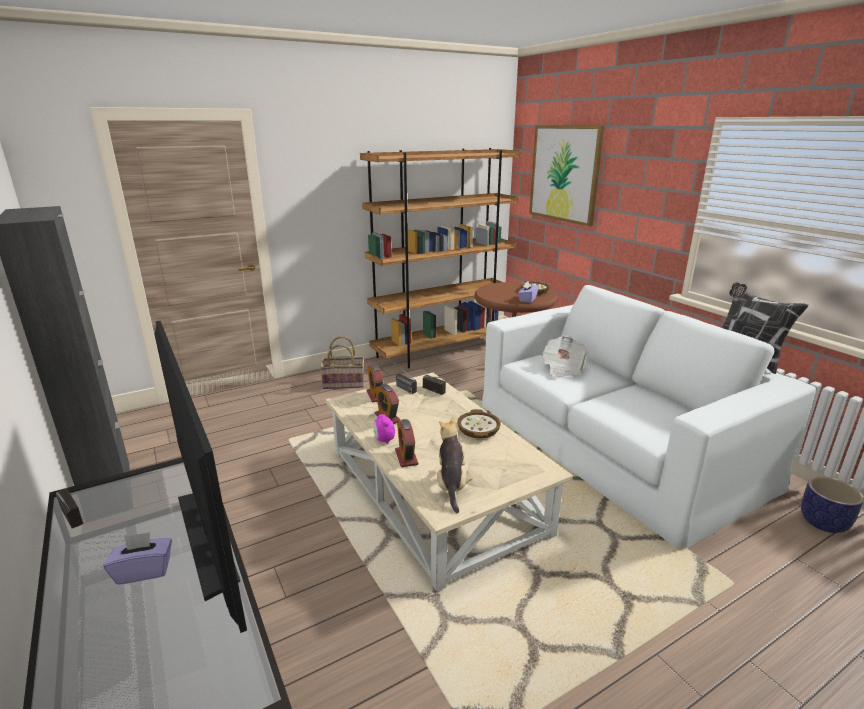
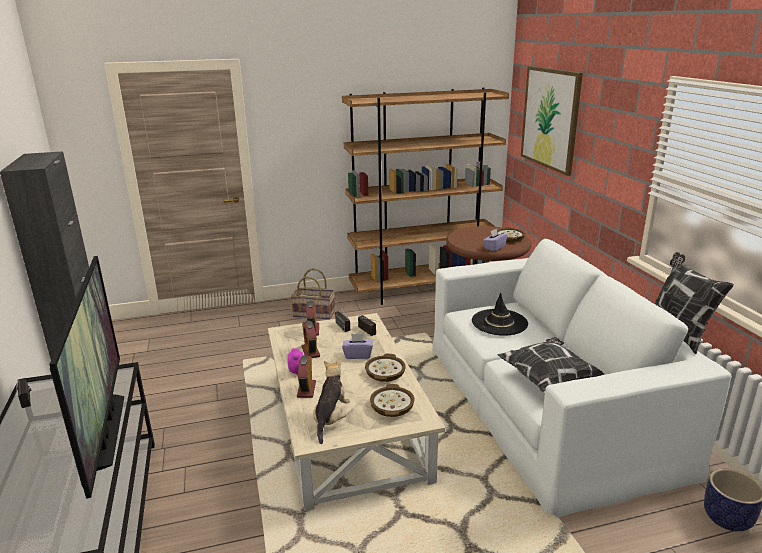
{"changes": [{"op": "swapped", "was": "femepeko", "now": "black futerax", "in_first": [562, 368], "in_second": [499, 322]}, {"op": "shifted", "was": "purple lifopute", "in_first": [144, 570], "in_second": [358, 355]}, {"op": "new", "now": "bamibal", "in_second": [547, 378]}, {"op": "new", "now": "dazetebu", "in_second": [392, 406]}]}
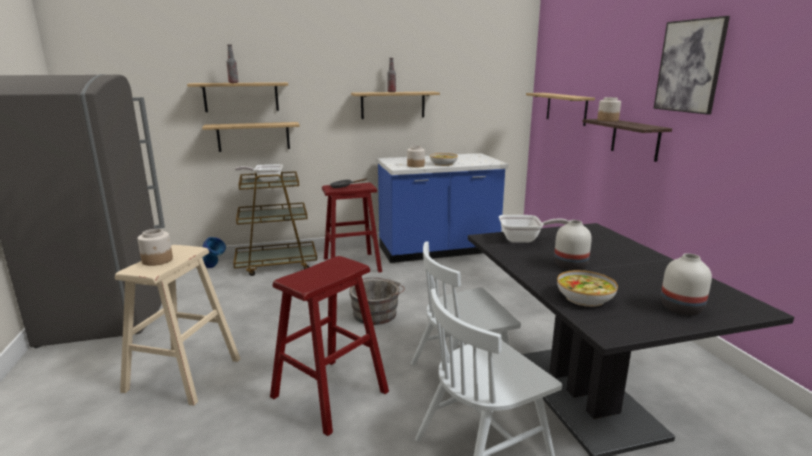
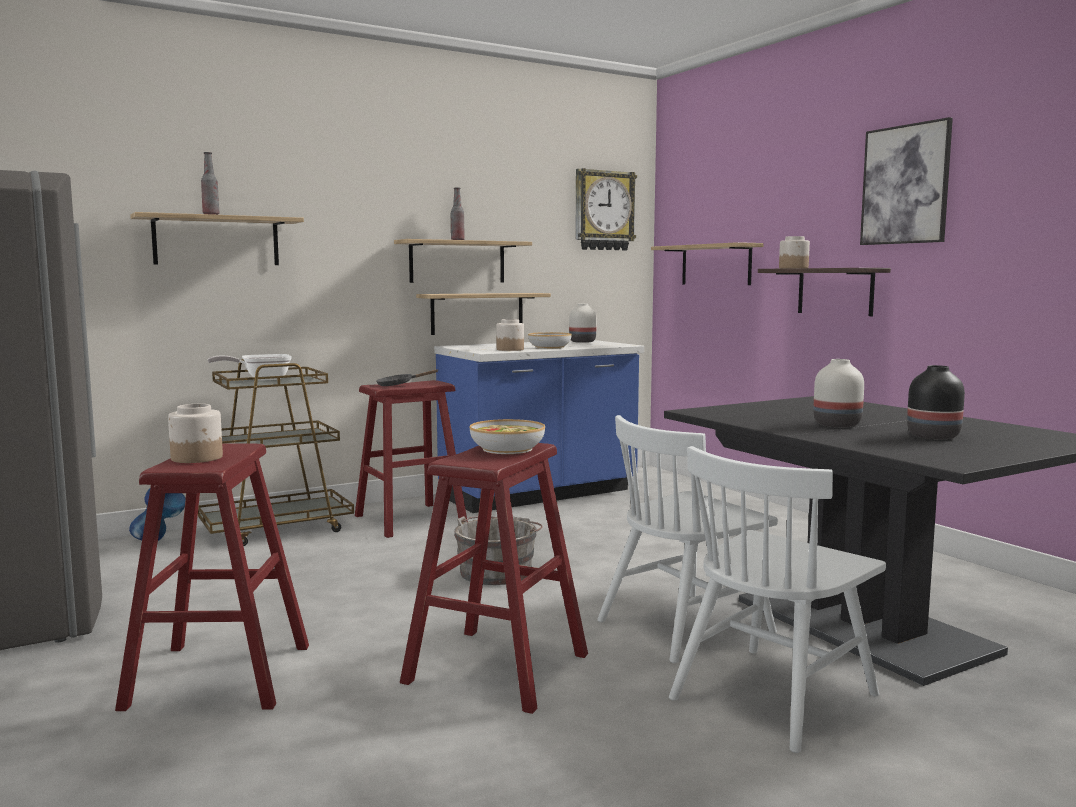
{"changes": [{"op": "shifted", "was": "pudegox", "in_first": [253, 136], "in_second": [477, 313]}, {"op": "gone", "was": "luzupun", "in_first": [524, 240]}, {"op": "repainted", "was": "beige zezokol", "now": "red zezokol", "in_first": [183, 374], "in_second": [220, 675]}, {"op": "shifted", "was": "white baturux", "in_first": [682, 308], "in_second": [583, 341]}, {"op": "shifted", "was": "dazetebu", "in_first": [584, 297], "in_second": [507, 449]}, {"op": "new", "now": "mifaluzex", "in_second": [603, 210]}, {"op": "new", "now": "black baturux", "in_second": [934, 436]}]}
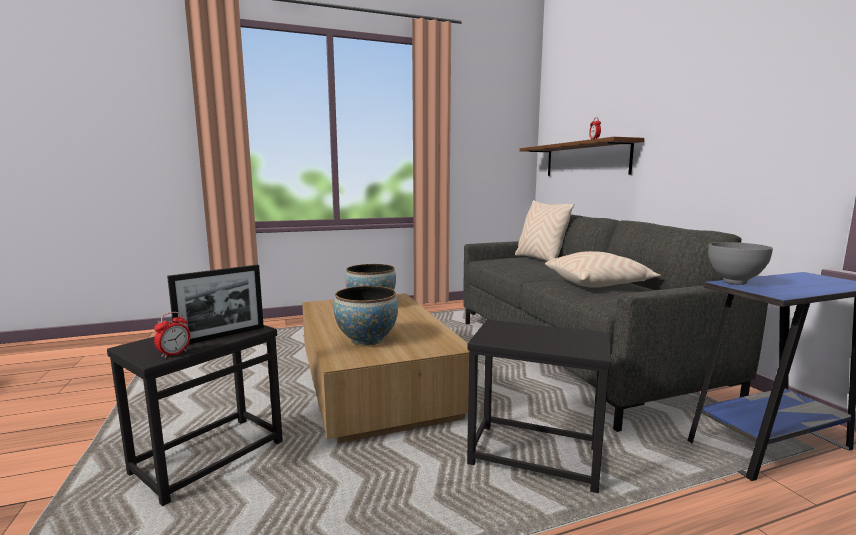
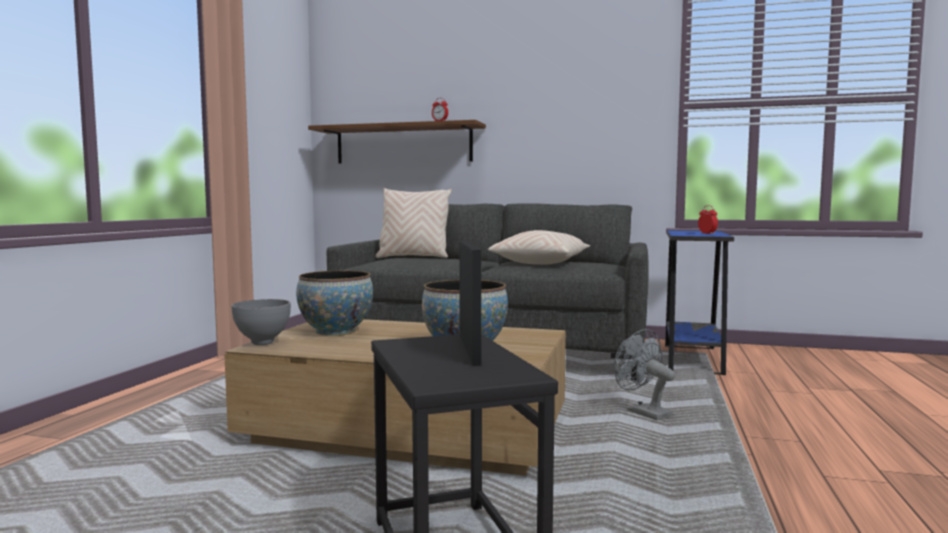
{"changes": [{"op": "shifted", "was": "grey dazetebu", "in_first": [733, 283], "in_second": [261, 343]}, {"op": "shifted", "was": "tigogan", "in_first": [174, 354], "in_second": [707, 233]}, {"op": "swapped", "was": "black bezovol", "now": "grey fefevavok", "in_first": [534, 457], "in_second": [642, 412]}]}
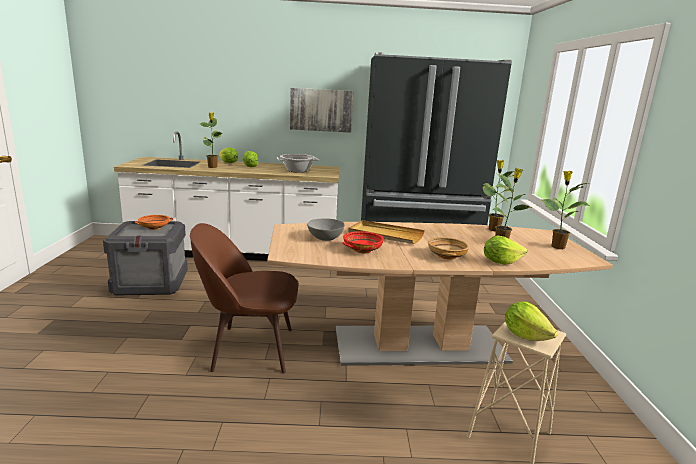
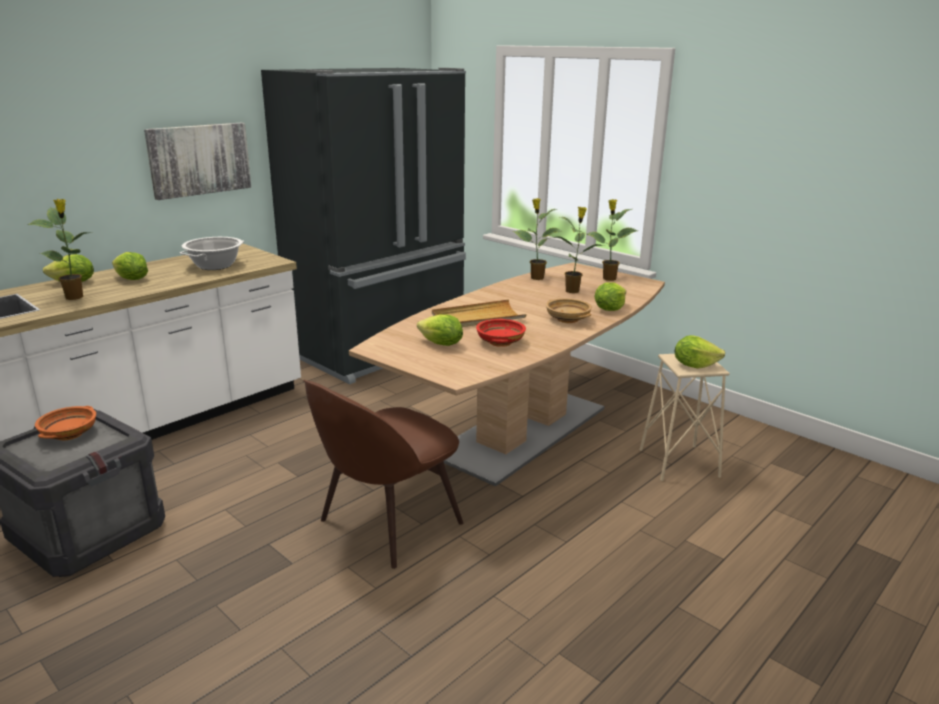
{"changes": [{"op": "swapped", "was": "grey dazetebu", "now": "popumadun", "in_first": [325, 238], "in_second": [441, 344]}]}
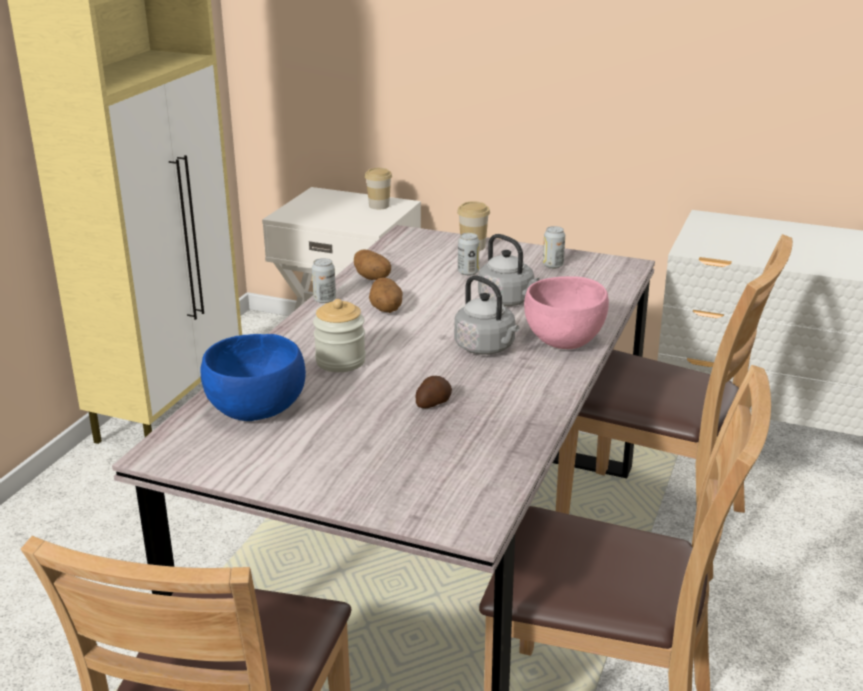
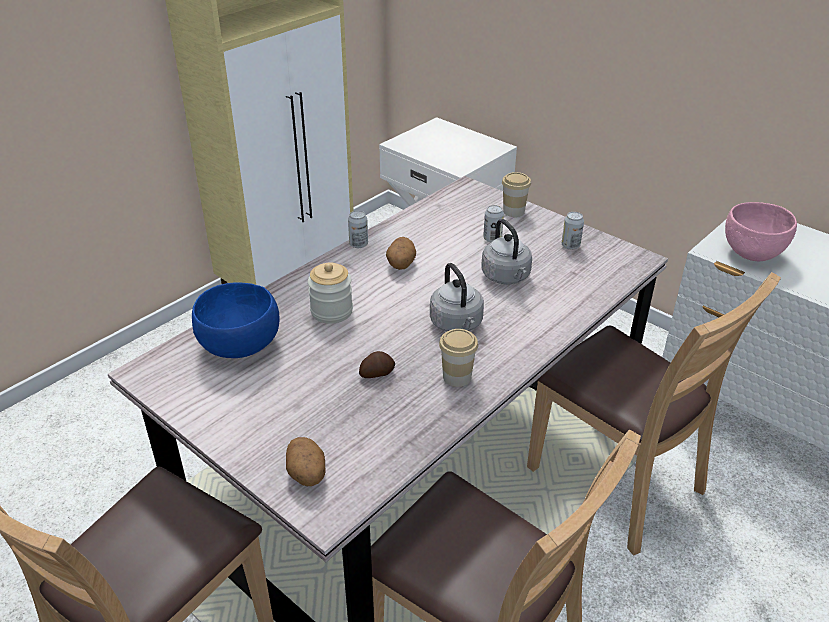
{"changes": [{"op": "shifted", "was": "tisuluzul", "in_first": [379, 206], "in_second": [457, 377]}, {"op": "shifted", "was": "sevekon", "in_first": [373, 278], "in_second": [307, 475]}, {"op": "shifted", "was": "pink dazetebu", "in_first": [563, 342], "in_second": [751, 254]}]}
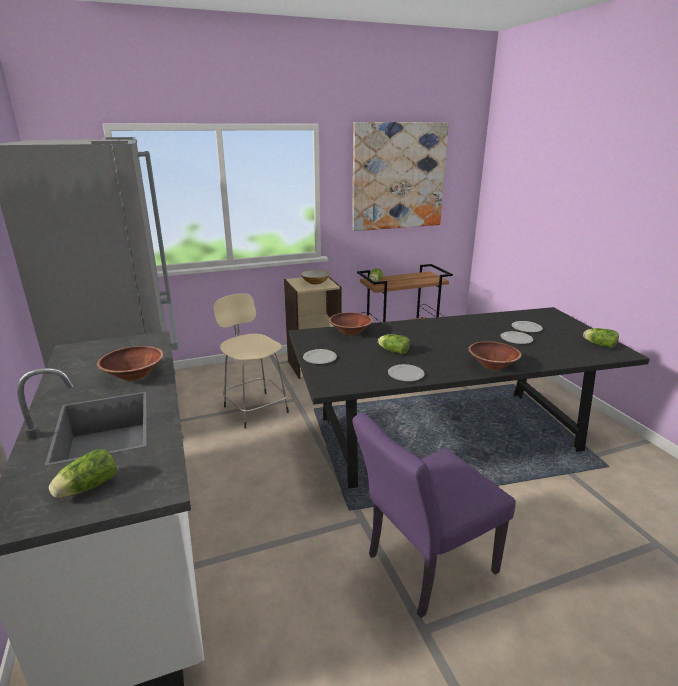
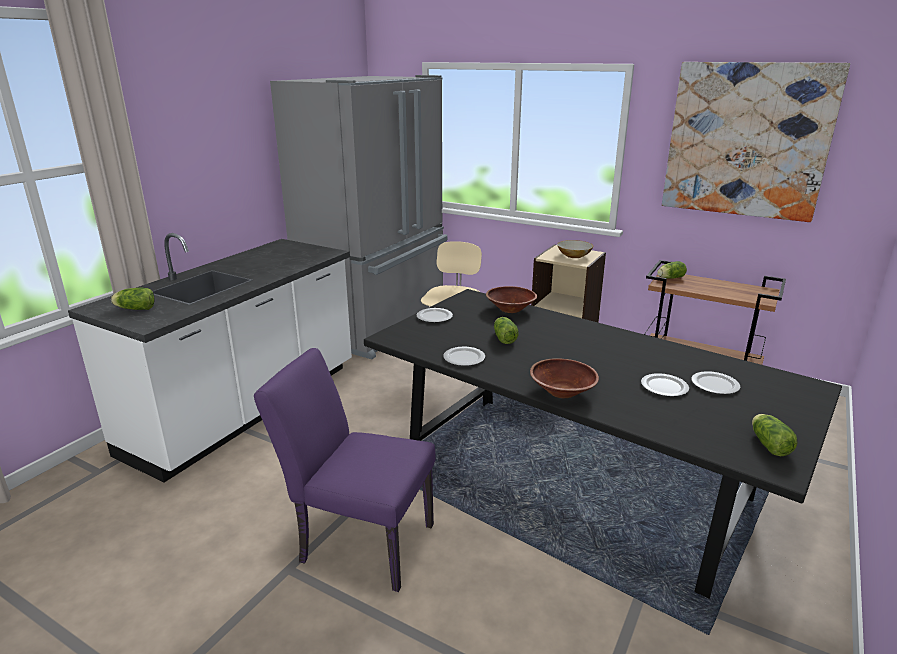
{"changes": [{"op": "gone", "was": "brown dazetebu", "in_first": [134, 375]}]}
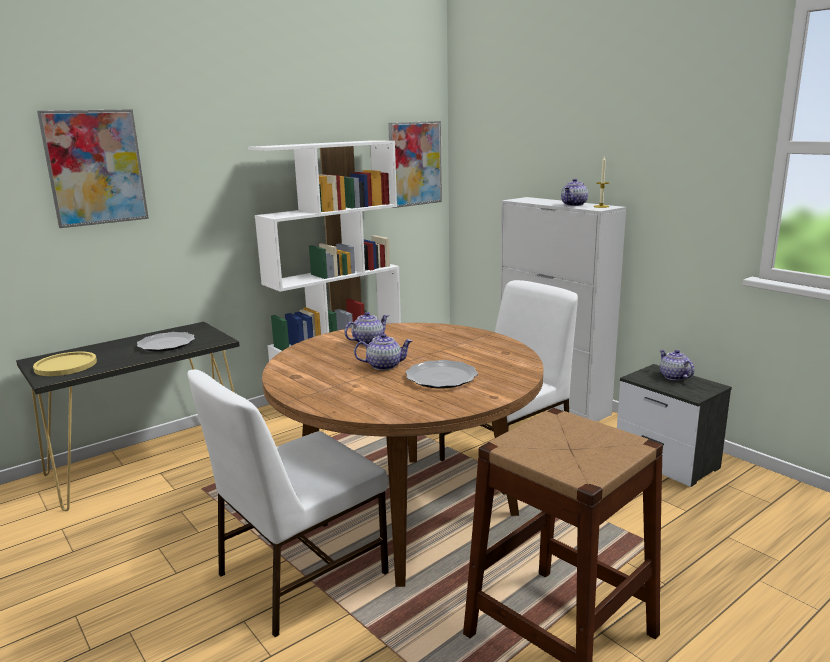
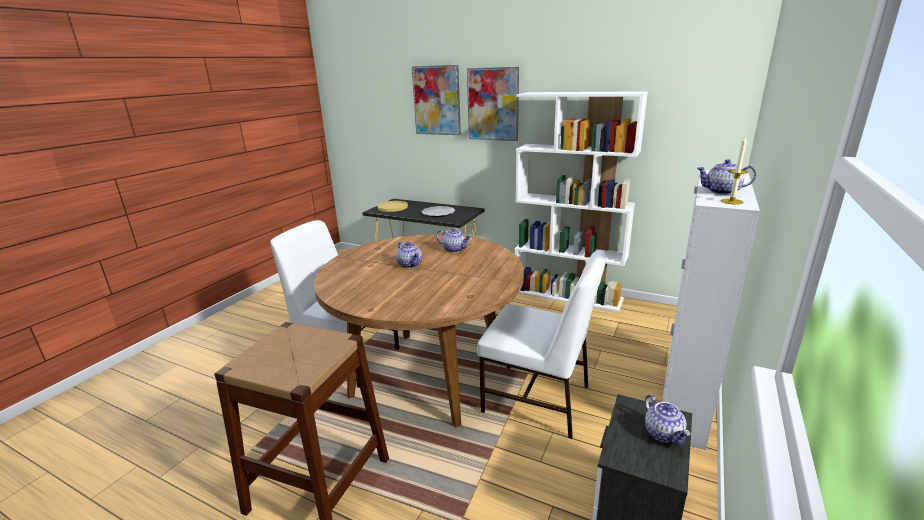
{"changes": [{"op": "shifted", "was": "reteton", "in_first": [415, 164], "in_second": [493, 104]}, {"op": "rotated", "was": "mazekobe", "in_first": [673, 377], "in_second": [664, 434], "clockwise": 120}, {"op": "gone", "was": "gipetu", "in_first": [440, 377]}]}
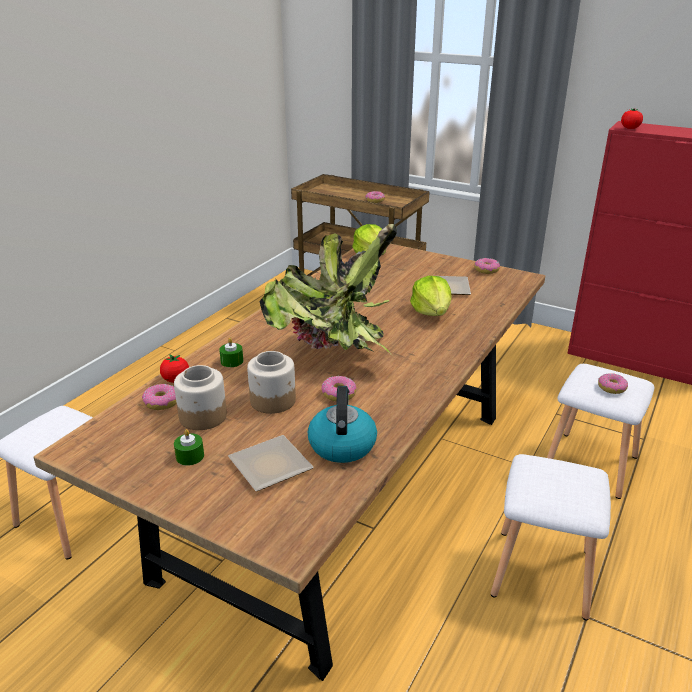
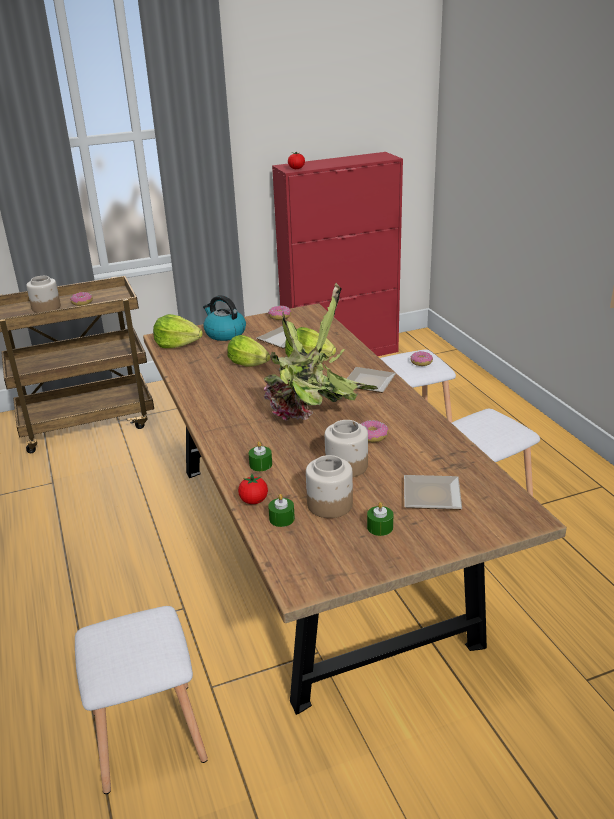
{"changes": [{"op": "swapped", "was": "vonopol", "now": "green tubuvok", "in_first": [161, 402], "in_second": [282, 518]}, {"op": "shifted", "was": "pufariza", "in_first": [341, 444], "in_second": [224, 333]}, {"op": "new", "now": "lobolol", "in_second": [46, 308]}, {"op": "new", "now": "popumadun", "in_second": [251, 365]}, {"op": "new", "now": "gipetu", "in_second": [367, 383]}]}
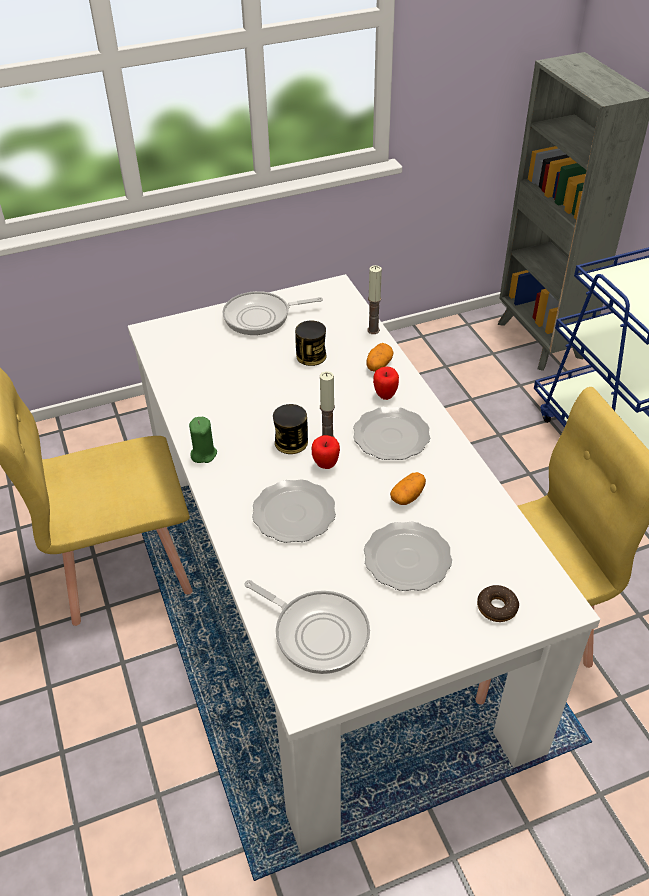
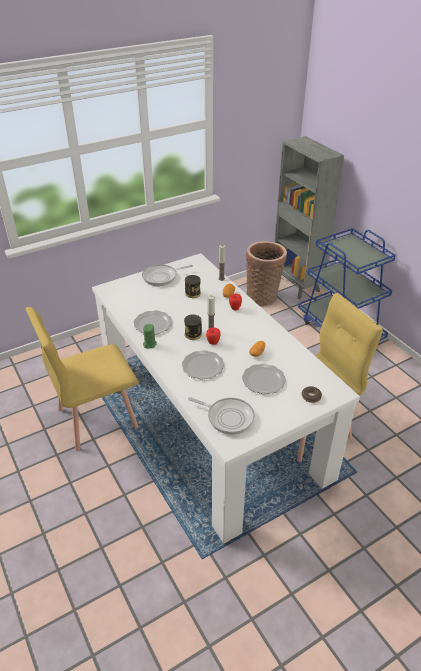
{"changes": [{"op": "shifted", "was": "gipetu", "in_first": [390, 436], "in_second": [152, 324]}, {"op": "new", "now": "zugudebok", "in_second": [263, 296]}]}
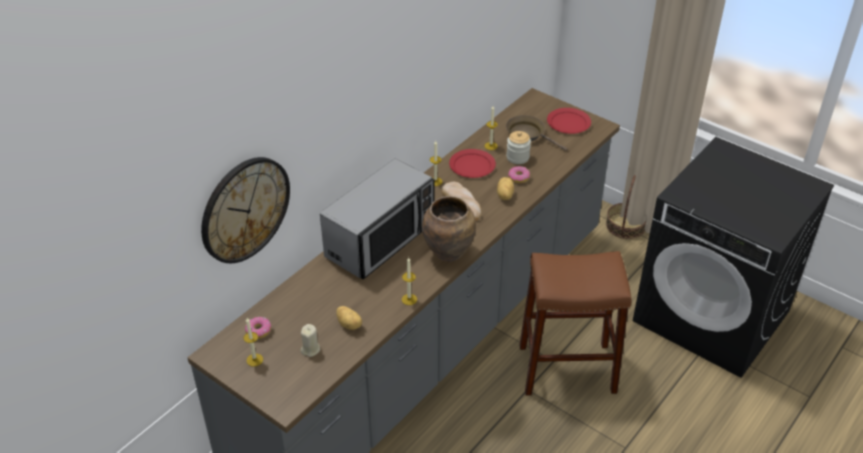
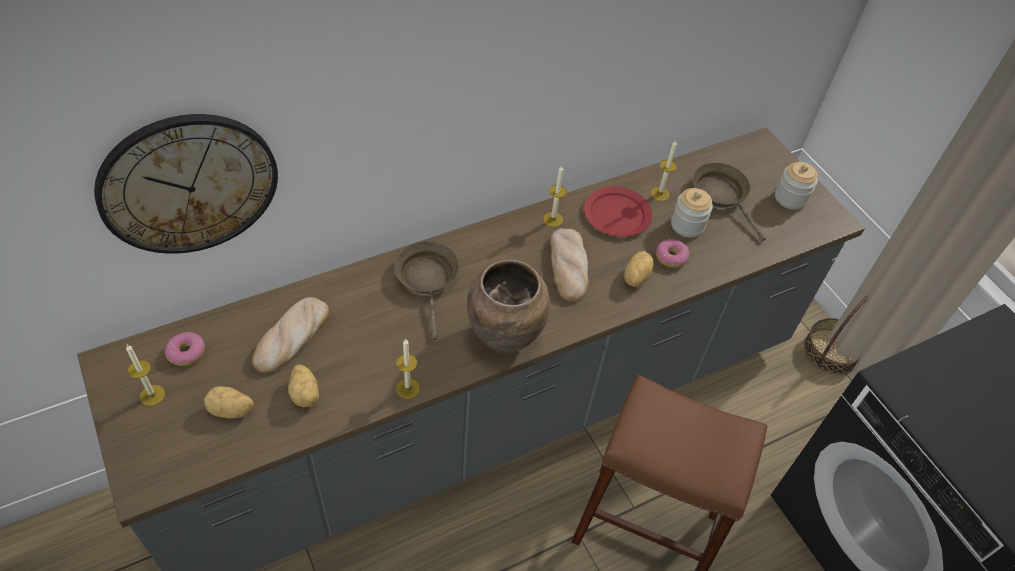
{"changes": [{"op": "swapped", "was": "red gipetu", "now": "lobolol", "in_first": [568, 122], "in_second": [790, 198]}, {"op": "swapped", "was": "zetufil", "now": "brown luzupun", "in_first": [381, 240], "in_second": [427, 280]}, {"op": "swapped", "was": "beige tubuvok", "now": "sevekon", "in_first": [310, 349], "in_second": [231, 411]}, {"op": "new", "now": "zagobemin", "in_second": [291, 337]}]}
